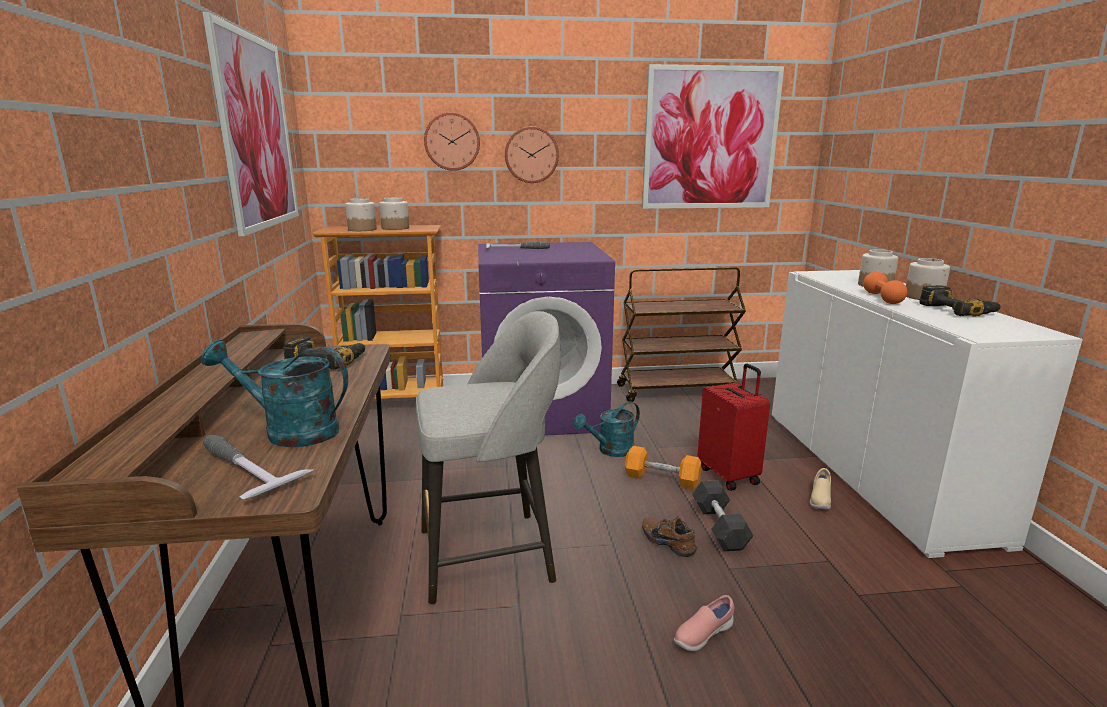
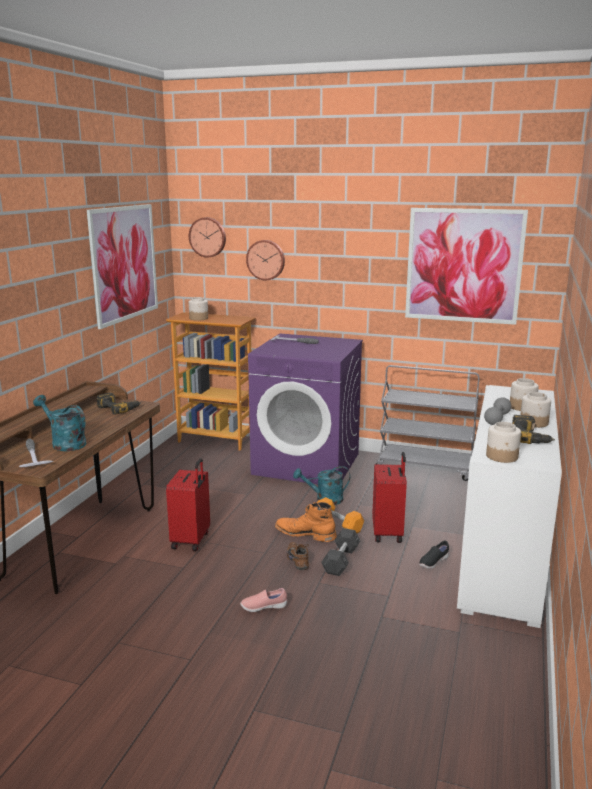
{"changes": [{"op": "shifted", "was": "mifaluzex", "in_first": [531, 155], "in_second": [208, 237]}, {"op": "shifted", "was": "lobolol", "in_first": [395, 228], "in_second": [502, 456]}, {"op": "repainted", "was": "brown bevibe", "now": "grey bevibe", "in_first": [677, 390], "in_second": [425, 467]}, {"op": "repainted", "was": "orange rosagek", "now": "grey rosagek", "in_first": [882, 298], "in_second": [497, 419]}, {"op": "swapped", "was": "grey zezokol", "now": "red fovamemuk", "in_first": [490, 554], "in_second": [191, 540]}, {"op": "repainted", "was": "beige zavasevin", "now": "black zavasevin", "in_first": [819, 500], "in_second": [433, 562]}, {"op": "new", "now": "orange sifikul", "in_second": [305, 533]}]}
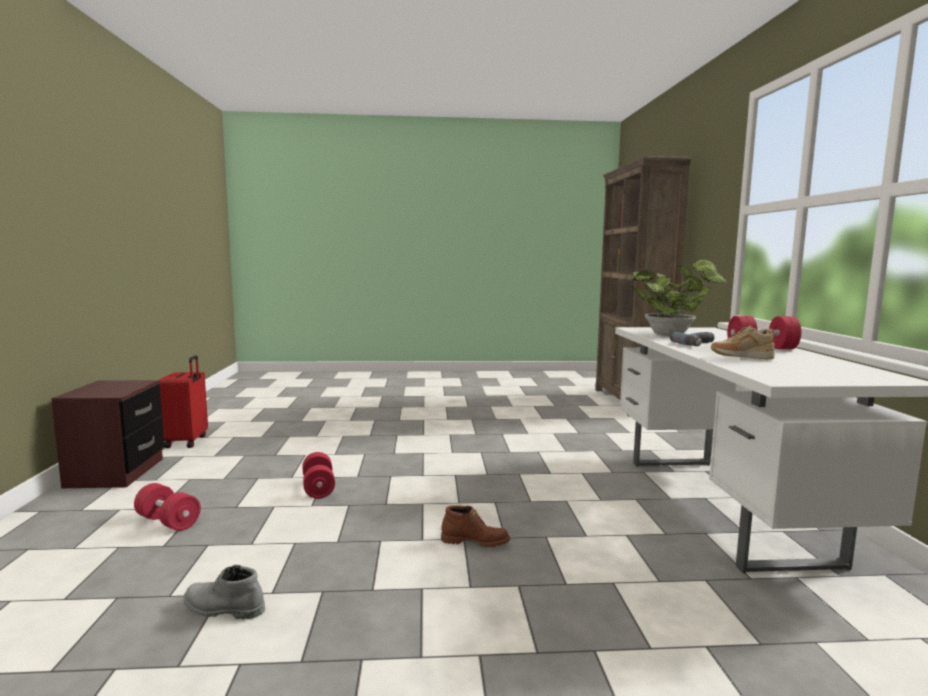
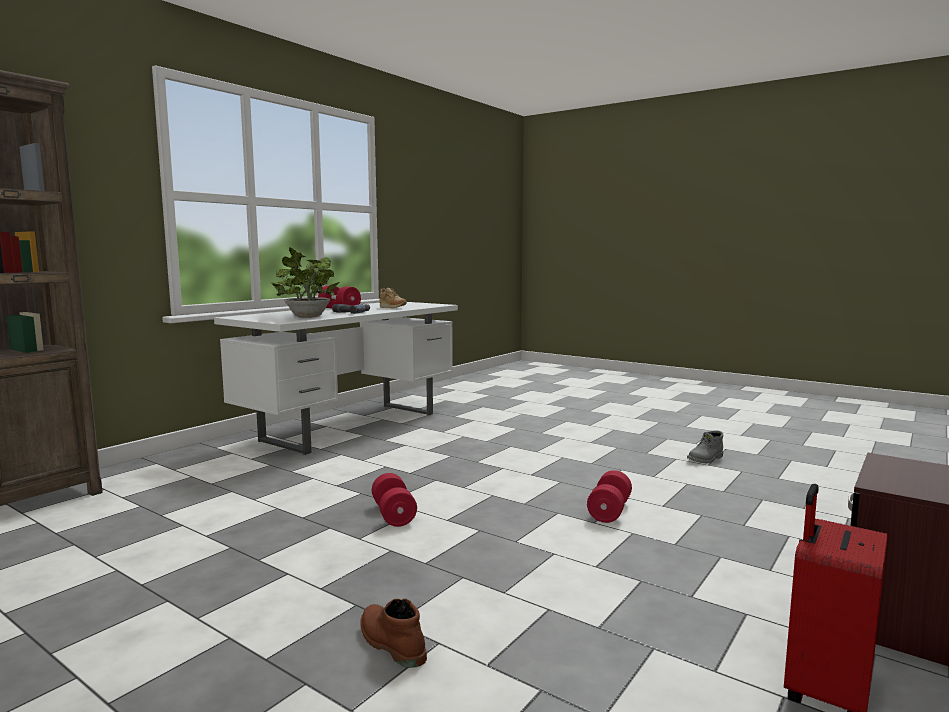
{"changes": [{"op": "shifted", "was": "red rosagek", "in_first": [168, 522], "in_second": [393, 514]}, {"op": "shifted", "was": "brown sifikul", "in_first": [475, 541], "in_second": [390, 644]}, {"op": "rotated", "was": "grey sifikul", "in_first": [223, 609], "in_second": [706, 459], "clockwise": 90}]}
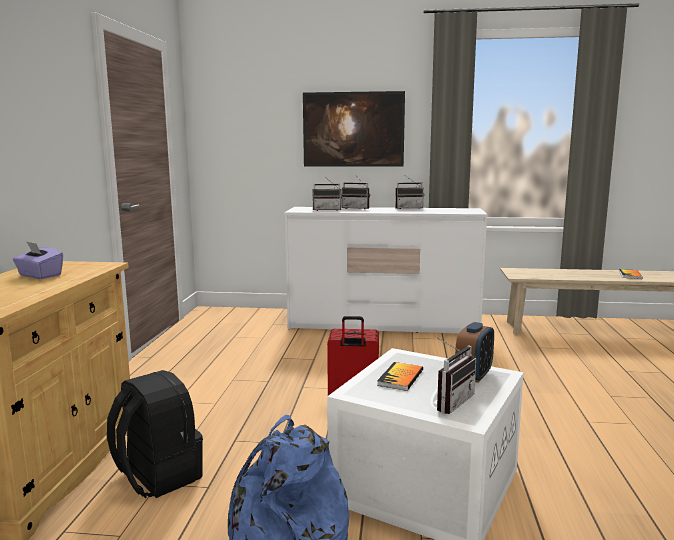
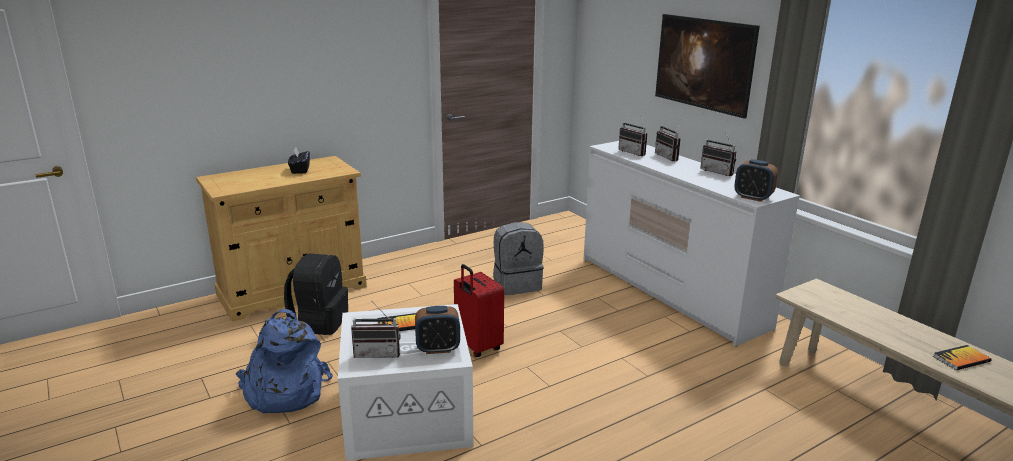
{"changes": [{"op": "repainted", "was": "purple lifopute", "now": "black lifopute", "in_first": [39, 276], "in_second": [300, 170]}, {"op": "new", "now": "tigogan", "in_second": [753, 197]}, {"op": "new", "now": "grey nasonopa", "in_second": [517, 284]}]}
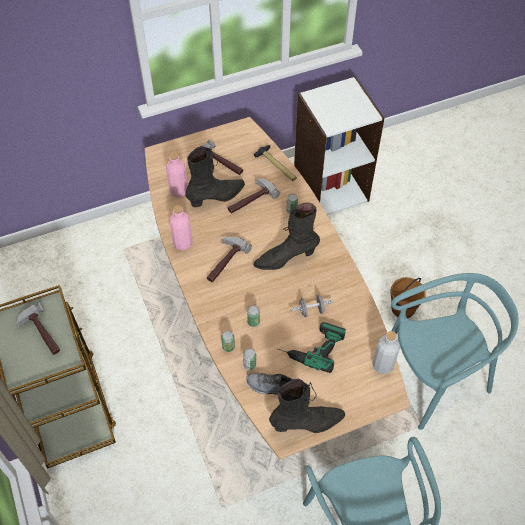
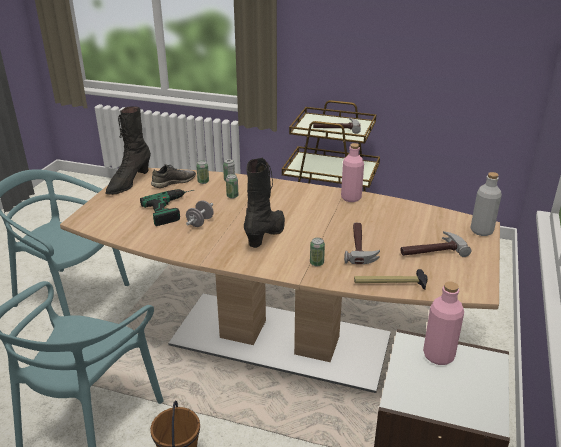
{"changes": [{"op": "gone", "was": "black sifikul", "in_first": [216, 197]}, {"op": "shifted", "was": "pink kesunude", "in_first": [179, 191], "in_second": [438, 355]}, {"op": "gone", "was": "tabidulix", "in_first": [224, 261]}, {"op": "shifted", "was": "grey kesunude", "in_first": [383, 365], "in_second": [481, 231]}]}
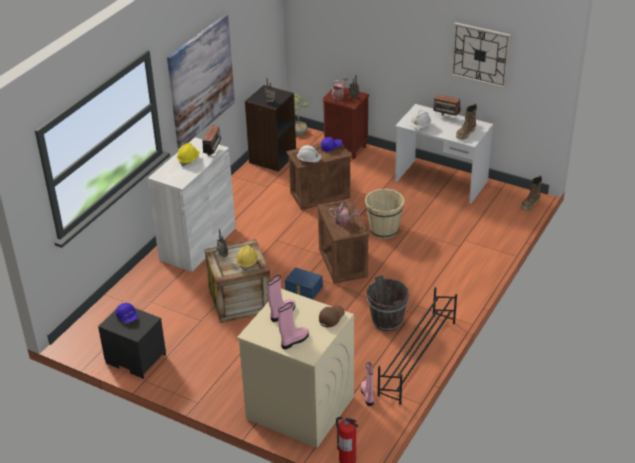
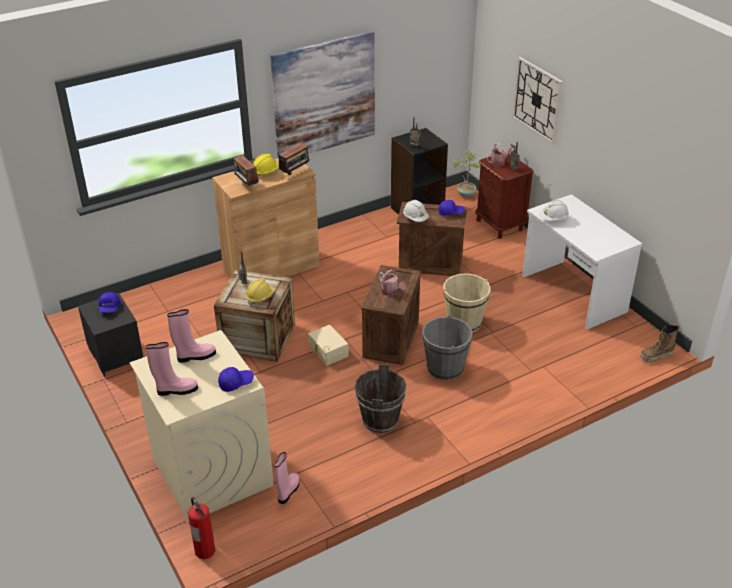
{"changes": [{"op": "shifted", "was": "mifaluzex", "in_first": [480, 55], "in_second": [537, 100]}, {"op": "shifted", "was": "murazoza", "in_first": [446, 117], "in_second": [246, 186]}, {"op": "gone", "was": "sifikul", "in_first": [465, 134]}, {"op": "repainted", "was": "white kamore", "now": "brown kamore", "in_first": [198, 244], "in_second": [271, 268]}, {"op": "repainted", "was": "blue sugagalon", "now": "beige sugagalon", "in_first": [303, 289], "in_second": [327, 351]}, {"op": "gone", "was": "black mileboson", "in_first": [417, 358]}, {"op": "repainted", "was": "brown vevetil", "now": "blue vevetil", "in_first": [331, 318], "in_second": [236, 383]}, {"op": "new", "now": "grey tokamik", "in_second": [445, 368]}]}
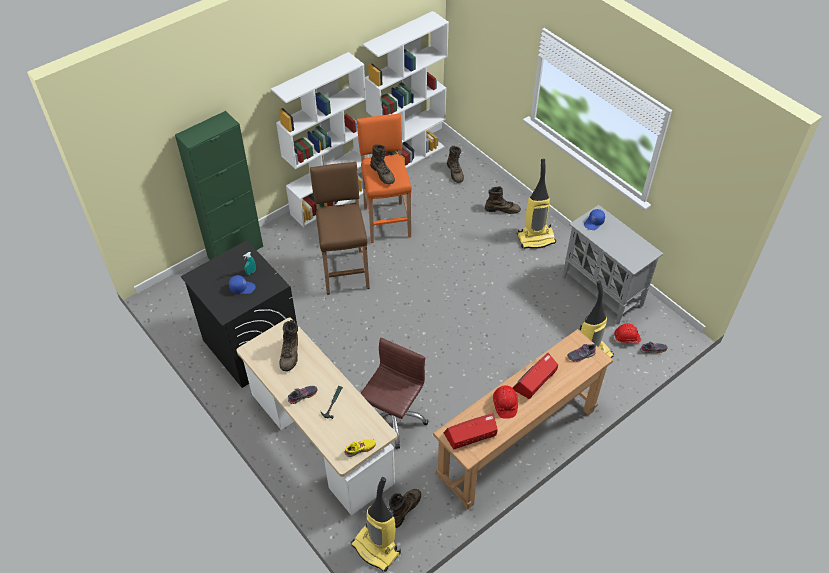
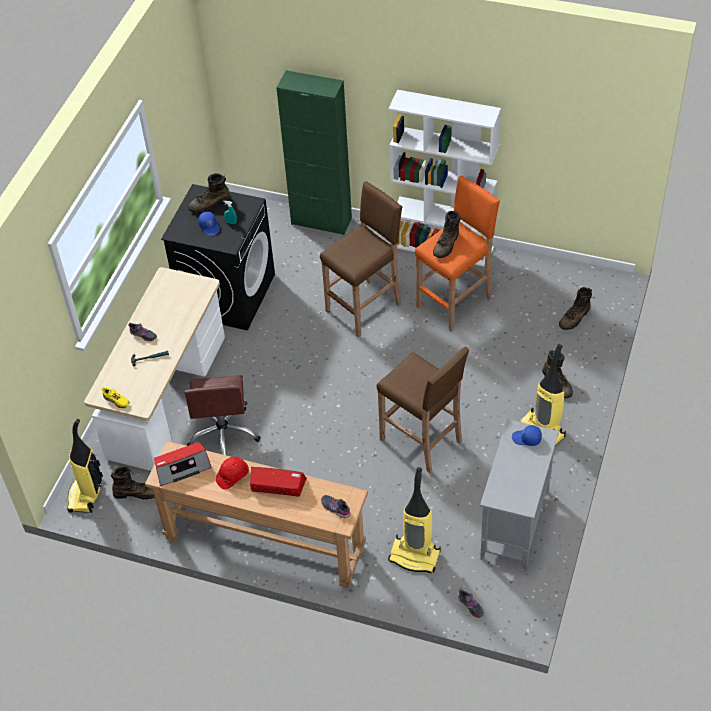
{"changes": [{"op": "gone", "was": "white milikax", "in_first": [407, 157]}, {"op": "shifted", "was": "brown sifikul", "in_first": [290, 354], "in_second": [210, 204]}, {"op": "gone", "was": "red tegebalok", "in_first": [626, 338]}, {"op": "rotated", "was": "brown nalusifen", "in_first": [392, 418], "in_second": [224, 434], "clockwise": 90}, {"op": "rotated", "was": "murazoza", "in_first": [471, 434], "in_second": [182, 468], "clockwise": 120}, {"op": "new", "now": "brown zezokol", "in_second": [422, 441]}]}
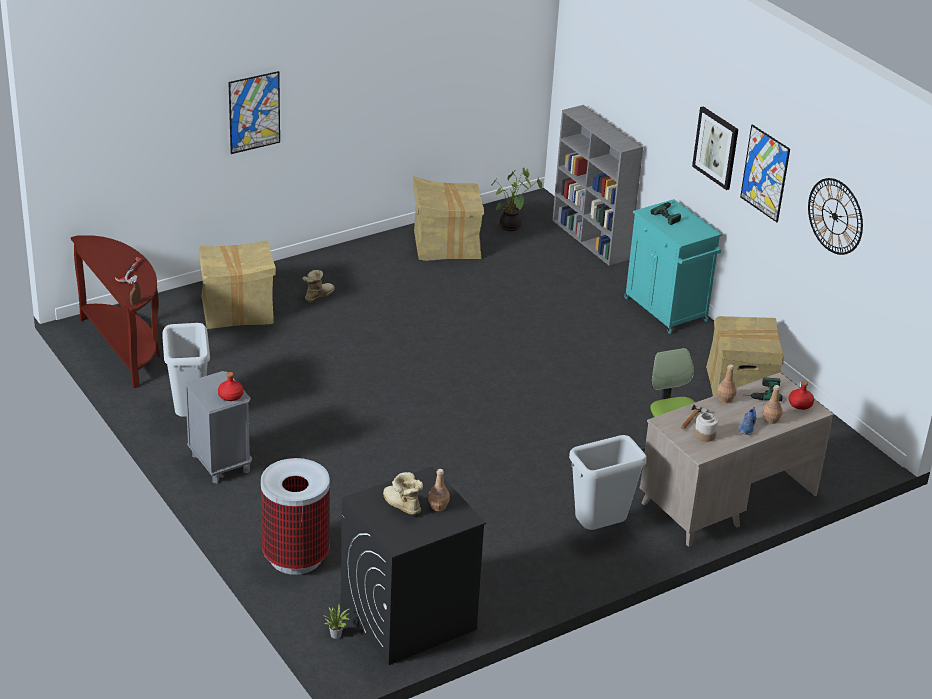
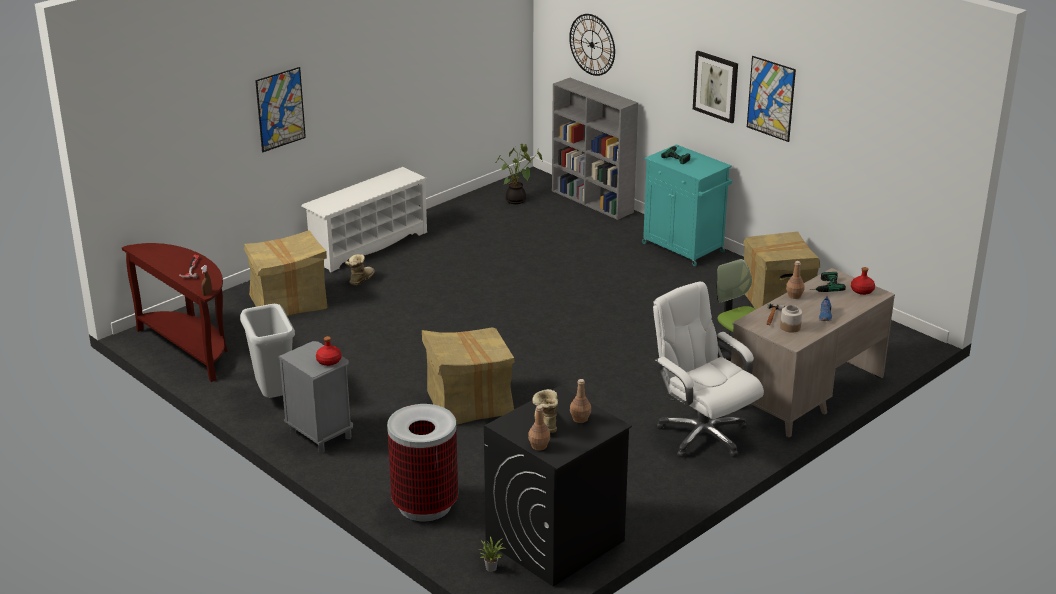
{"changes": [{"op": "shifted", "was": "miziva", "in_first": [446, 245], "in_second": [469, 403]}, {"op": "shifted", "was": "mifaluzex", "in_first": [835, 216], "in_second": [592, 44]}, {"op": "shifted", "was": "brown kesunude", "in_first": [770, 420], "in_second": [539, 446]}, {"op": "swapped", "was": "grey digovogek", "now": "white nalusifen", "in_first": [599, 528], "in_second": [701, 435]}, {"op": "rotated", "was": "sifikul", "in_first": [401, 506], "in_second": [545, 424], "clockwise": 45}, {"op": "new", "now": "white mileboson", "in_second": [368, 245]}]}
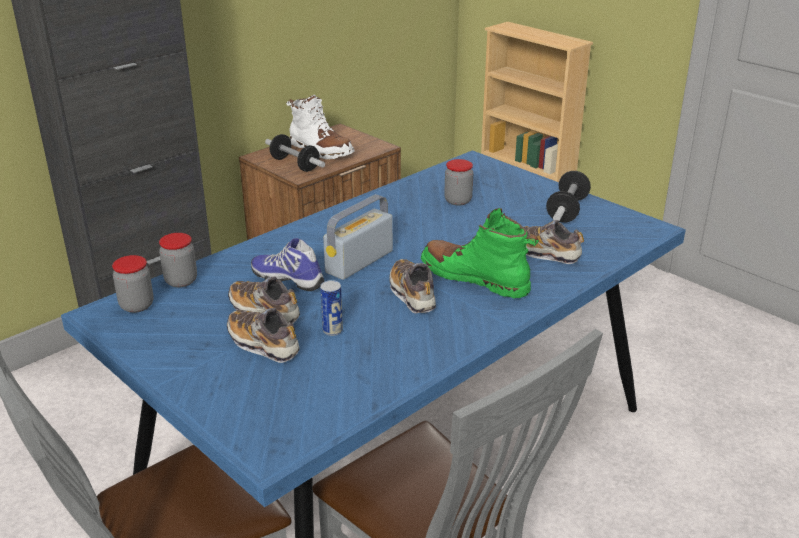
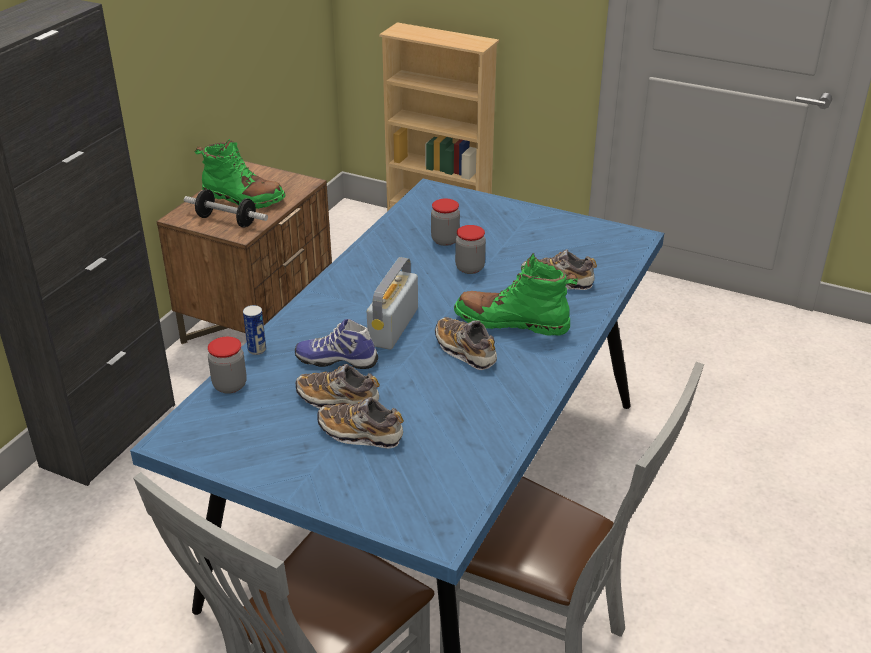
{"changes": [{"op": "repainted", "was": "white sifikul", "now": "green sifikul", "in_first": [320, 150], "in_second": [243, 198]}, {"op": "gone", "was": "rosagek", "in_first": [567, 210]}, {"op": "shifted", "was": "lobolol", "in_first": [137, 305], "in_second": [470, 268]}, {"op": "shifted", "was": "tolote", "in_first": [332, 330], "in_second": [257, 350]}]}
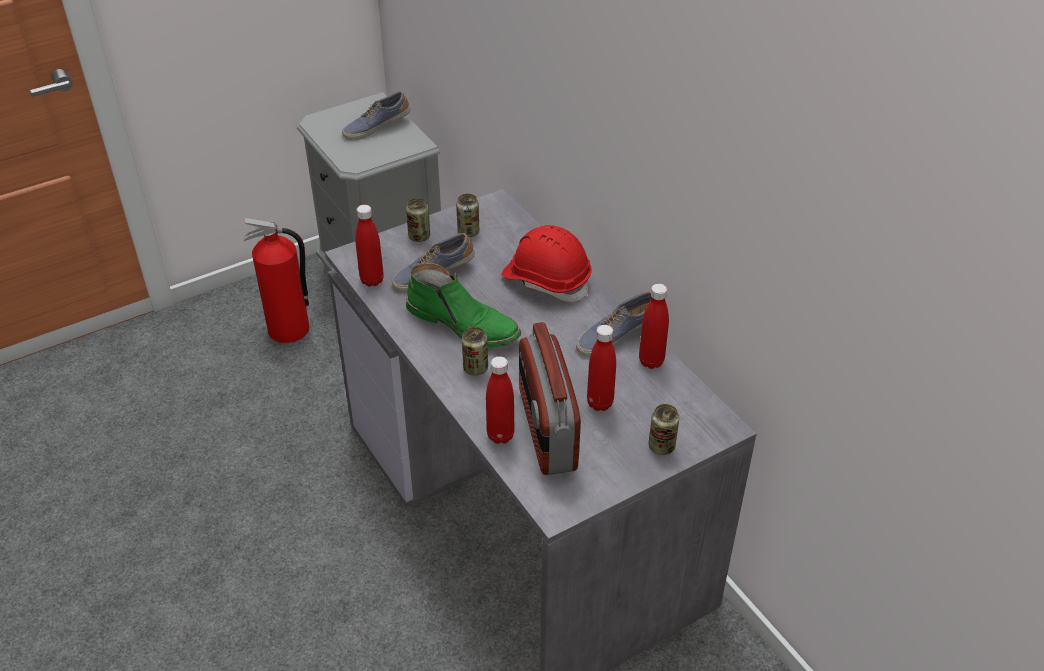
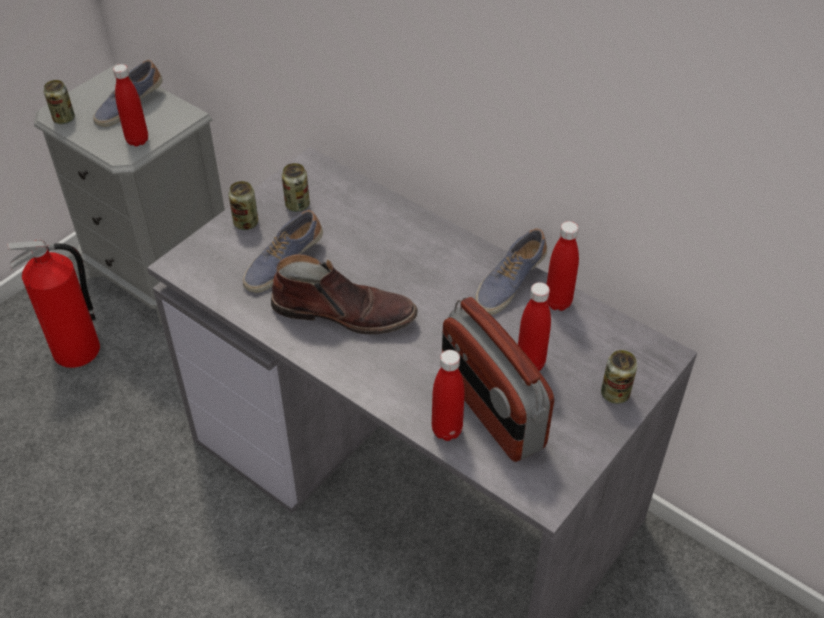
{"changes": [{"op": "shifted", "was": "red kesunude", "in_first": [372, 280], "in_second": [137, 140]}, {"op": "gone", "was": "red tegebalok", "in_first": [546, 280]}, {"op": "repainted", "was": "green sifikul", "now": "brown sifikul", "in_first": [464, 323], "in_second": [344, 312]}, {"op": "shifted", "was": "tolote", "in_first": [475, 368], "in_second": [64, 119]}]}
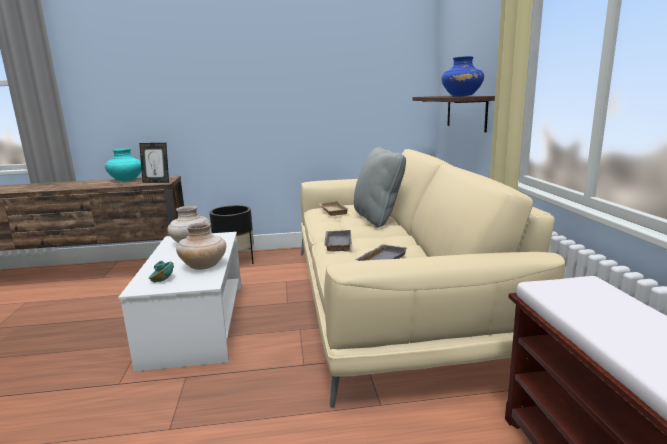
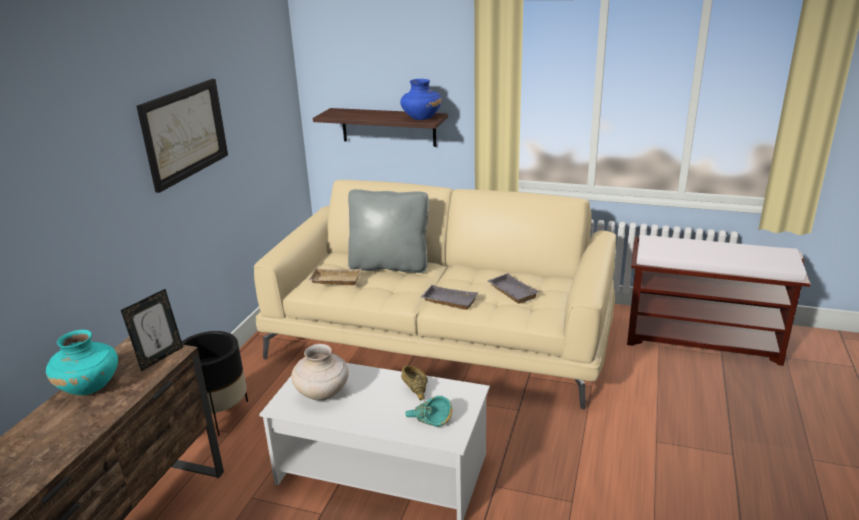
{"changes": [{"op": "swapped", "was": "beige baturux", "now": "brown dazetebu", "in_first": [204, 266], "in_second": [418, 390]}, {"op": "new", "now": "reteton", "in_second": [184, 132]}]}
